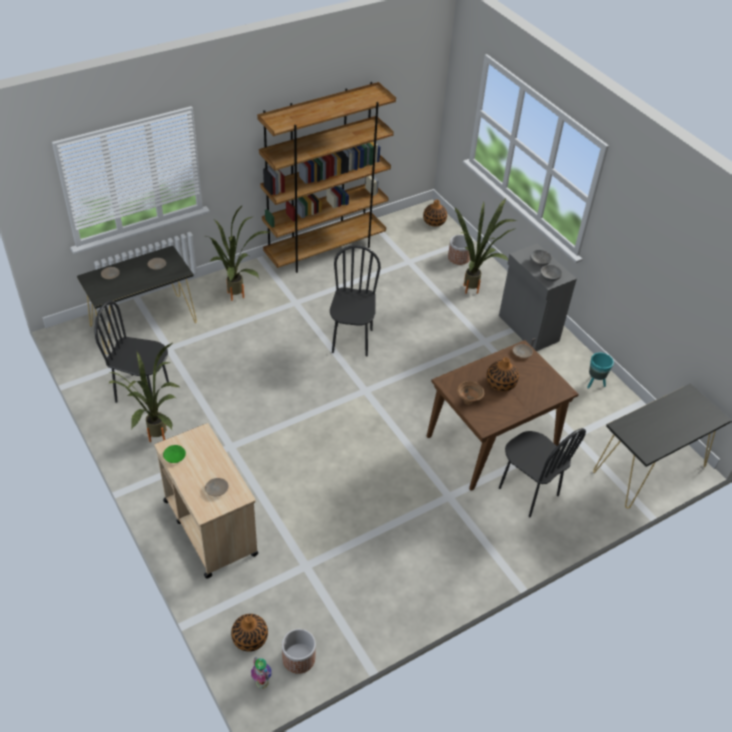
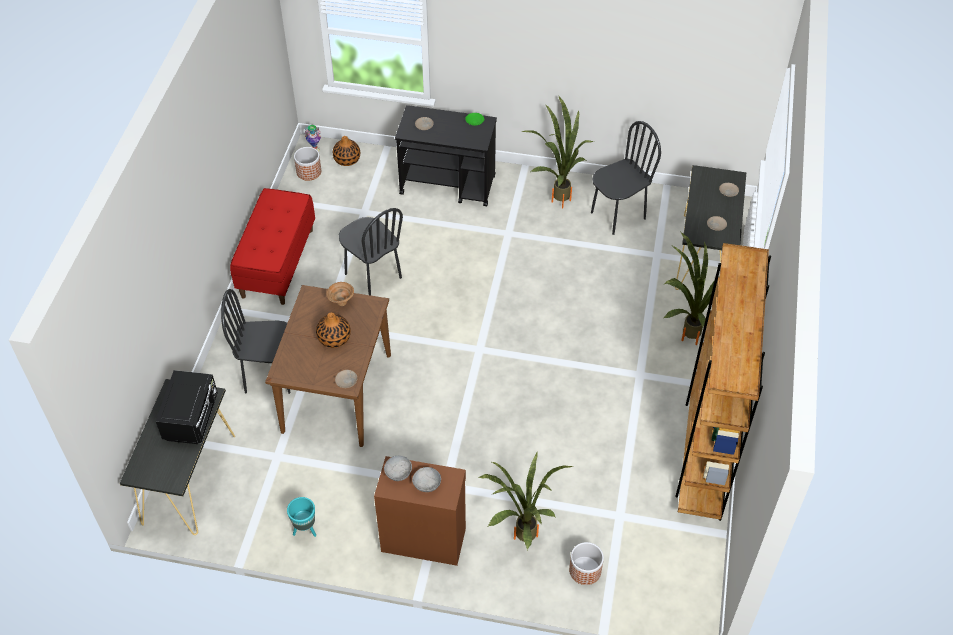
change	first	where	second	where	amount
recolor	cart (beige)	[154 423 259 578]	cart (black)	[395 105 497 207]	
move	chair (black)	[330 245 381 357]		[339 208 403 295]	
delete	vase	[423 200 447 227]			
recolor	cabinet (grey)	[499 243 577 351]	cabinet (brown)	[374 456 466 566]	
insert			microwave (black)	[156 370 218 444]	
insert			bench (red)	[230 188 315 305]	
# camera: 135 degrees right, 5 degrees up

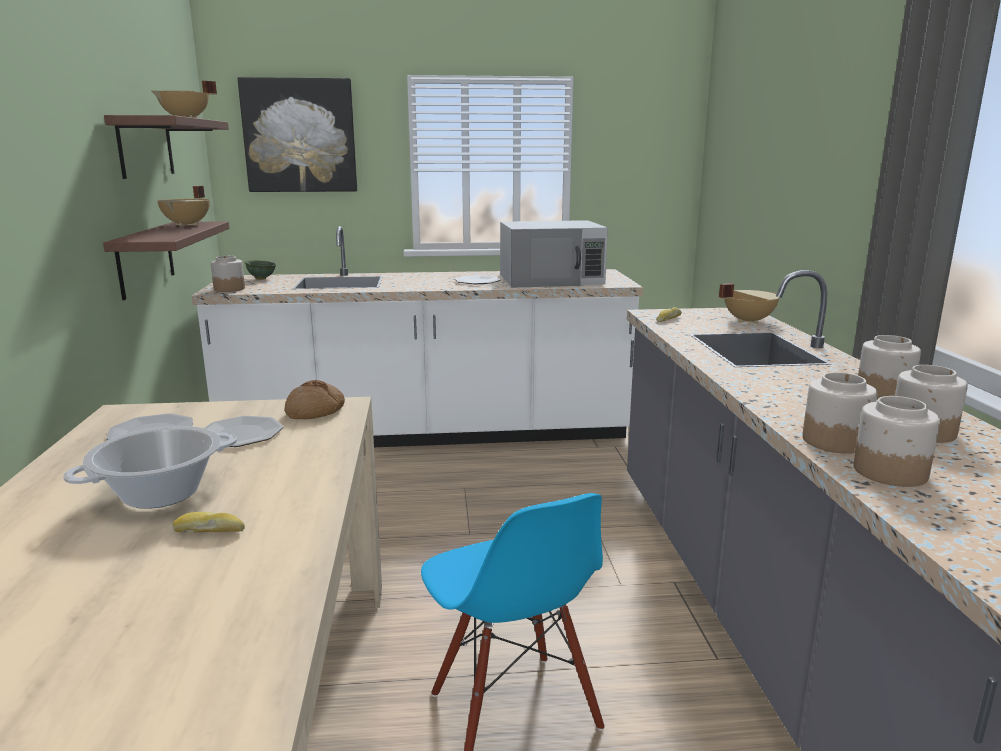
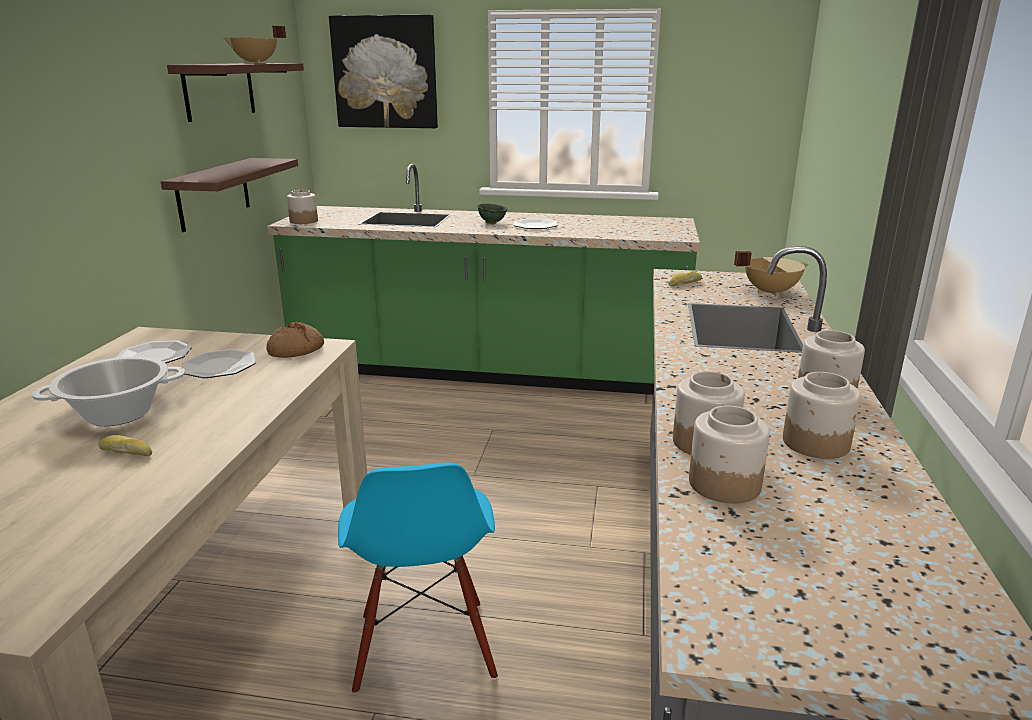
change	first	where	second	where	amount
delete	cooking pot (beige)	[157 186 210 226]			
recolor	counter (white)	[191 226 643 447]	counter (green)	[267 164 700 395]	
move	bowl (green)	[245 260 276 280]		[477 204 507 224]	
delete	microwave (white)	[500 220 608 288]			
# camera: 15 degrees right, 5 degrees up

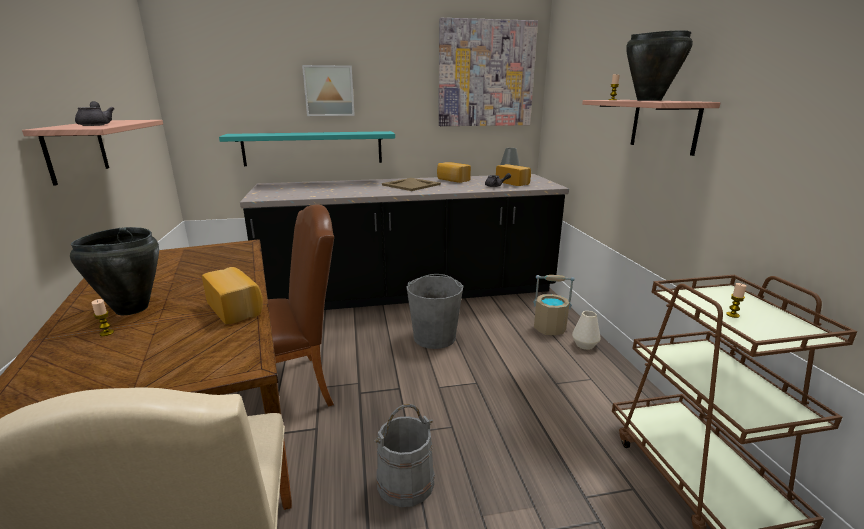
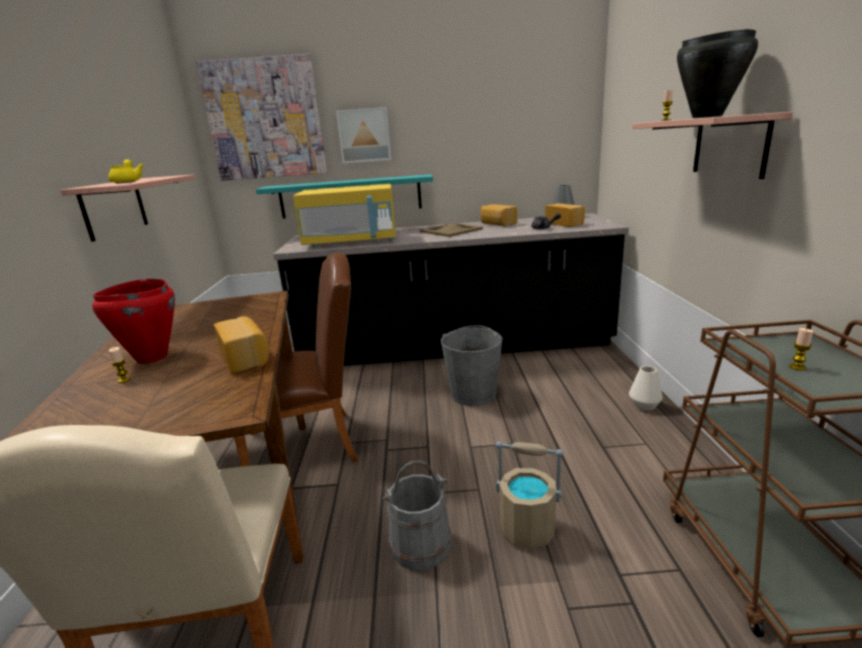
change	first	where	second	where	amount
recolor	cooking pot (black)	[70 227 159 315]	cooking pot (red)	[92 278 175 364]	
recolor	teapot (grey)	[75 101 115 126]	teapot (yellow)	[108 159 144 183]	
move	picture	[439 18 538 126]		[196 54 327 181]	
move	bucket (beige)	[533 275 575 335]		[495 441 563 548]	
insert			microwave (yellow)	[293 184 396 248]	
# camera: 10 degrees right, 0 degrees up

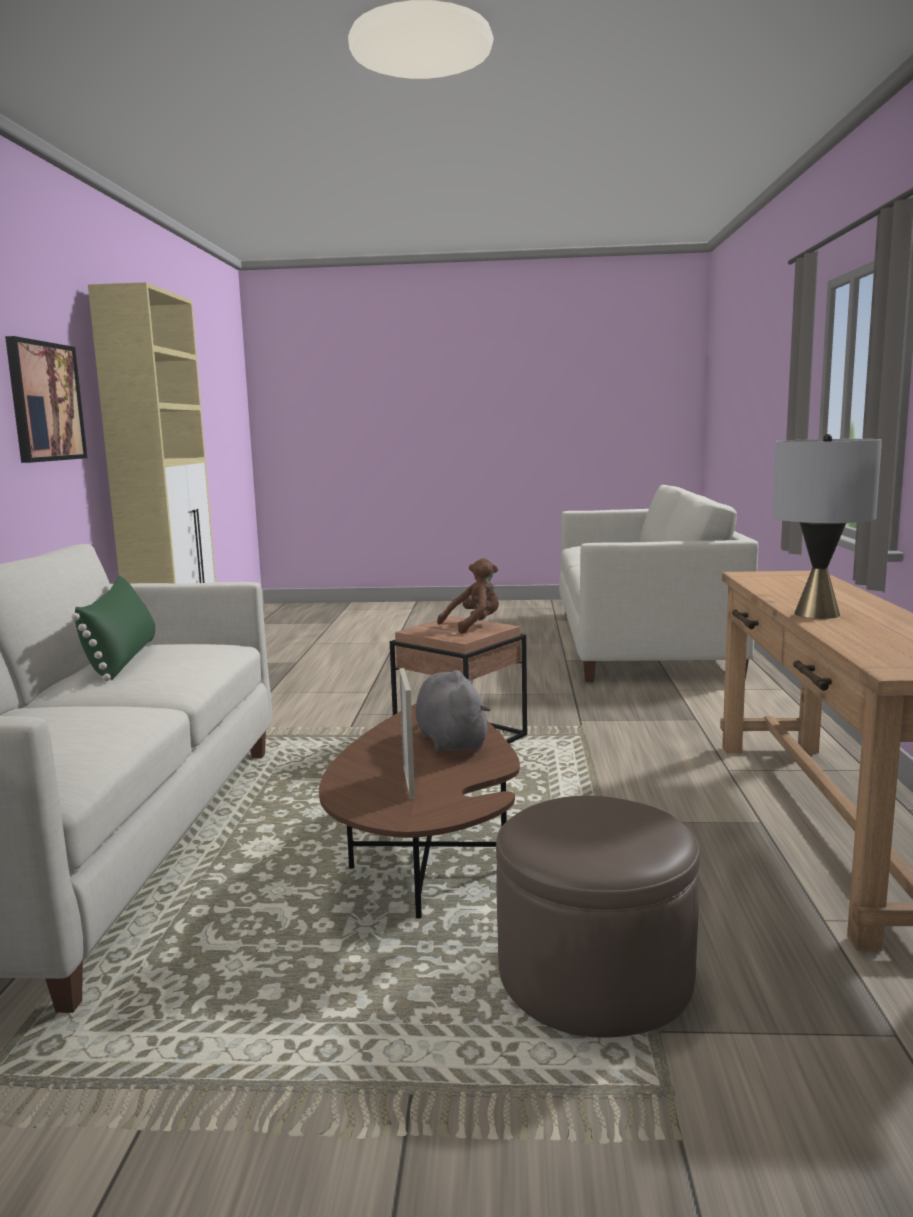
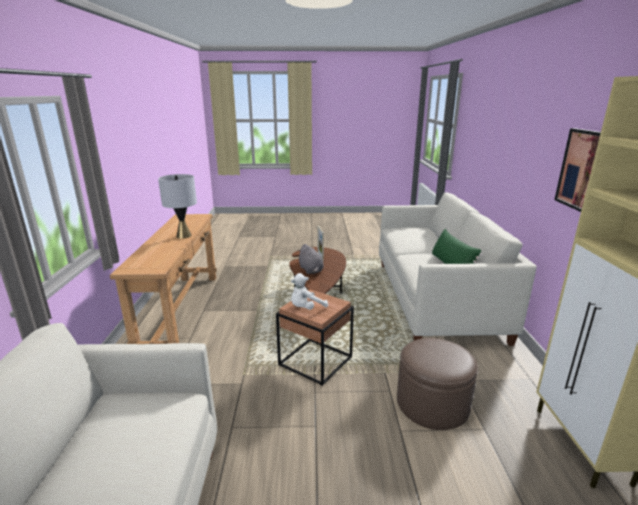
change	first	where	second	where	amount
recolor	plush toy (brown)	[437 558 499 634]	plush toy (white)	[291 273 328 310]	
move	ottoman (brown)	[496 795 700 1038]		[397 338 478 430]	
# camera: 175 degrees right, 10 degrees up

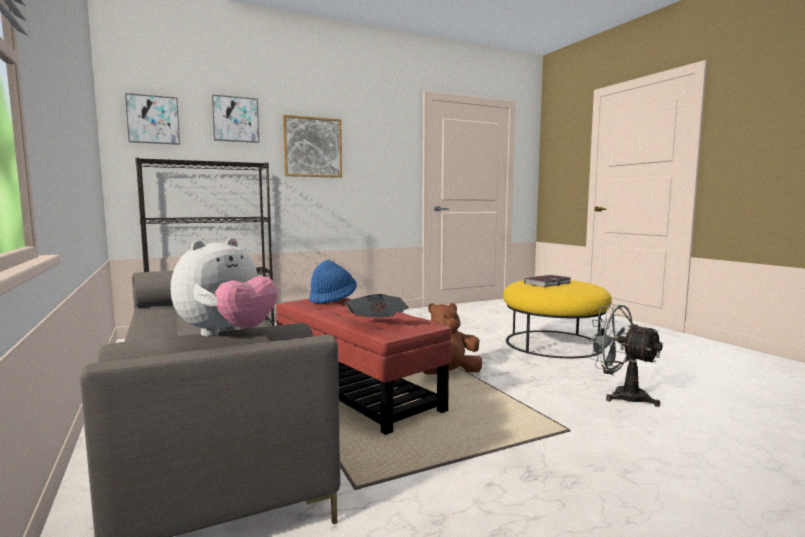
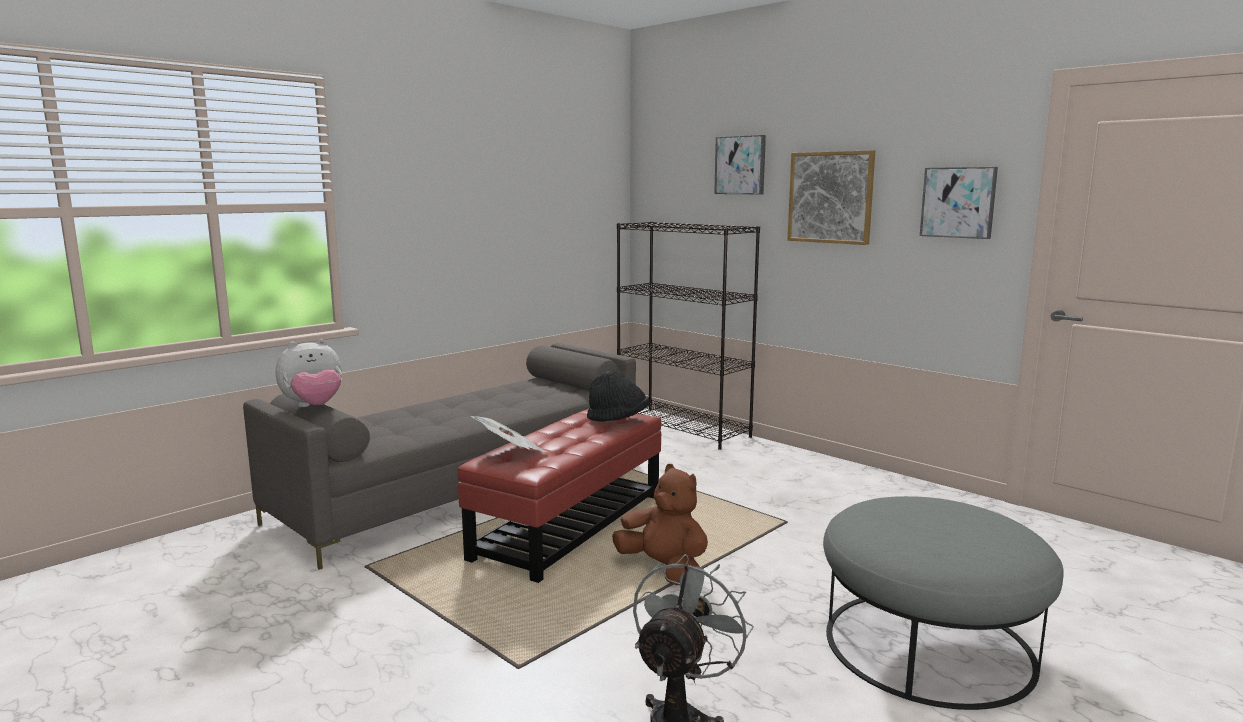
change	first	where	second	where	amount
move	picture	[125 93 180 145]		[920 167 998 239]	
rotate	plush toy	[171 238 278 336]		[275 339 342 407]	45 degrees counterclockwise
recolor	hat (blue)	[309 260 357 304]	hat (black)	[587 371 649 422]	
recolor	ottoman (yellow)	[503 280 612 358]	ottoman (grey)	[823 496 1064 710]	
delete	book	[524 275 571 287]			
# camera: 70 degrees right, 5 degrees up

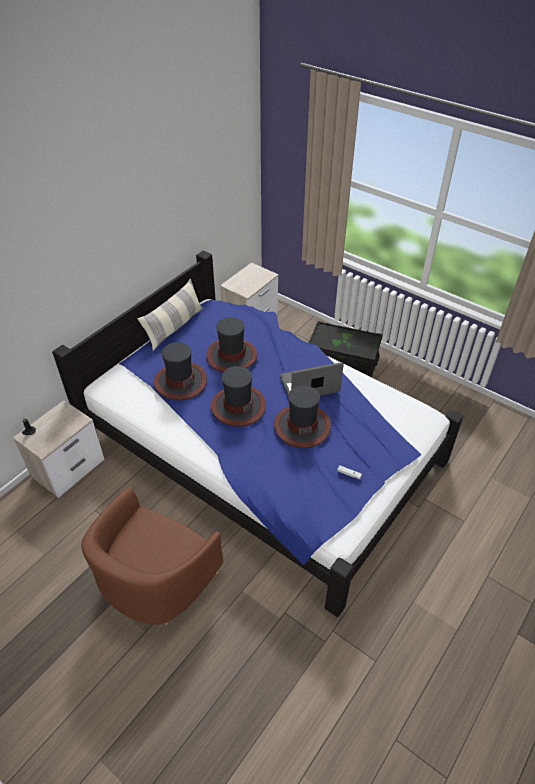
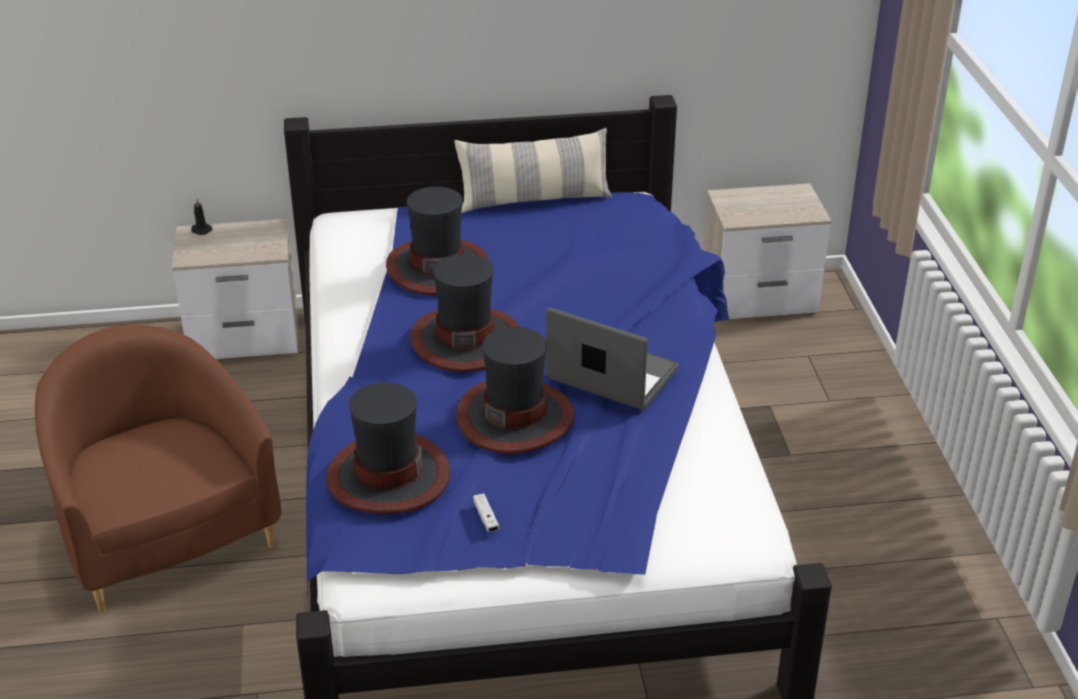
change	first	where	second	where	amount
rotate	armchair (brown)	[81 487 223 625]		[35 325 282 612]	75 degrees clockwise
move	hat	[206 317 258 372]		[326 382 450 514]	
delete	storage box (black)	[308 321 383 377]			
# camera: 45 degrees right, 10 degrees down

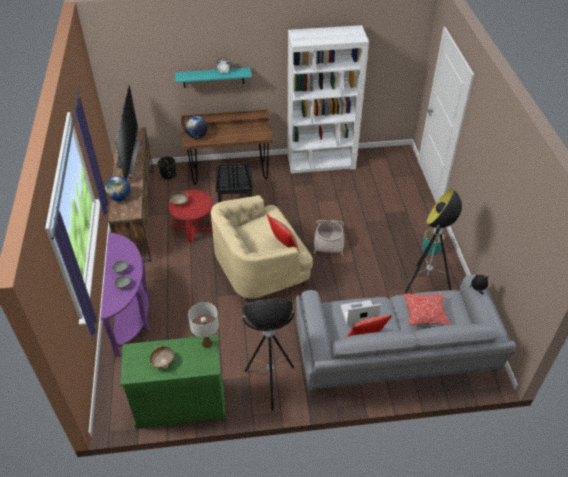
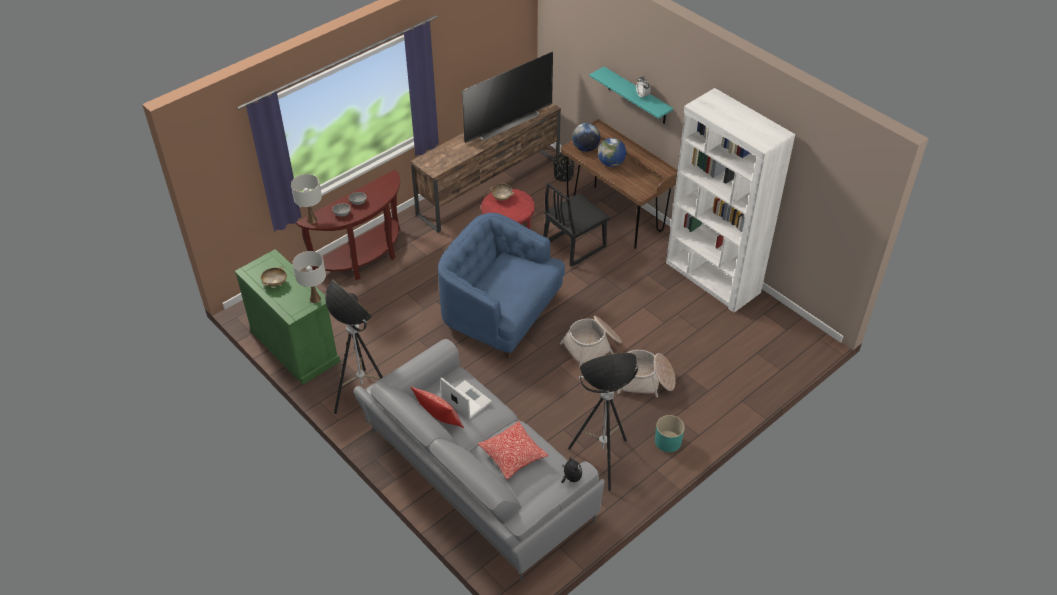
change	first	where	second	where	amount
recolor	console table (purple)	[100 233 151 357]	console table (brown)	[296 169 400 280]	
move	globe	[105 176 131 201]		[598 138 627 167]	
recolor	armchair (beige)	[211 195 313 302]	armchair (blue)	[438 213 565 359]	
delete	pillow	[267 214 300 254]			
insert			table lamp (white)	[291 174 322 224]	
insert			basket	[617 350 675 397]	
# camera: 55 degrees right, 0 degrees up

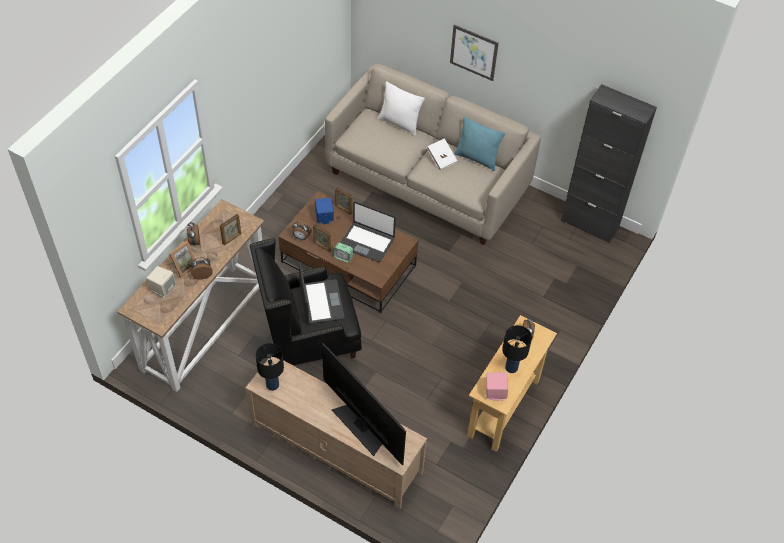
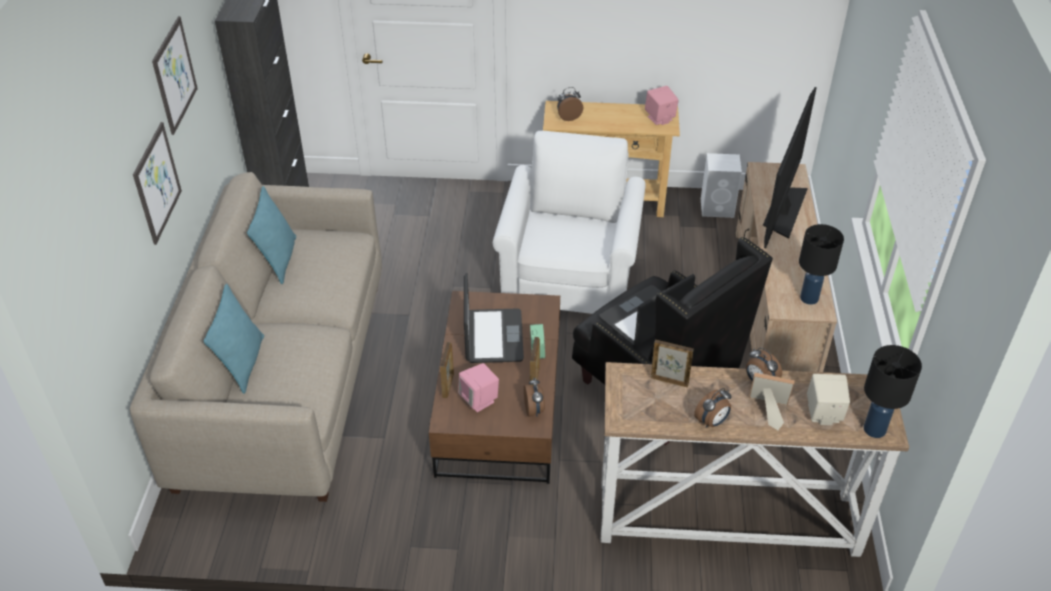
change	first	where	second	where	amount
recolor	speaker (blue)	[315 198 334 224]	speaker (pink)	[458 363 499 412]	
recolor	pillow (white)	[378 81 425 136]	pillow (turquoise)	[204 284 264 394]	
delete	book (white)	[427 138 458 170]			
move	table lamp (black)	[502 325 532 373]		[864 345 922 438]	
insert			picture	[152 16 198 135]	
insert			armchair (white)	[493 131 646 314]	
insert			speaker (white)	[701 153 742 218]	
# camera: 115 degrees left, 10 degrees down

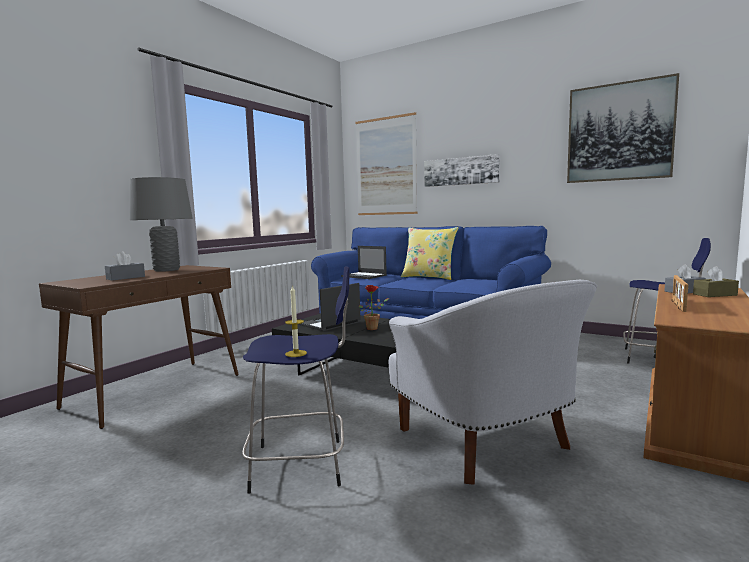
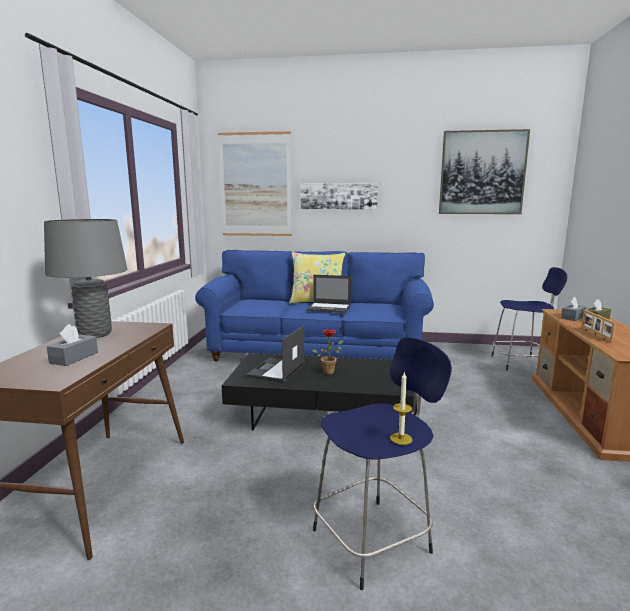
change	first	where	second	where	amount
move	laptop	[341 246 387 279]		[307 275 351 313]	
delete	armchair (white)	[388 280 597 485]			
# camera: 25 degrees left, 5 degrees up

